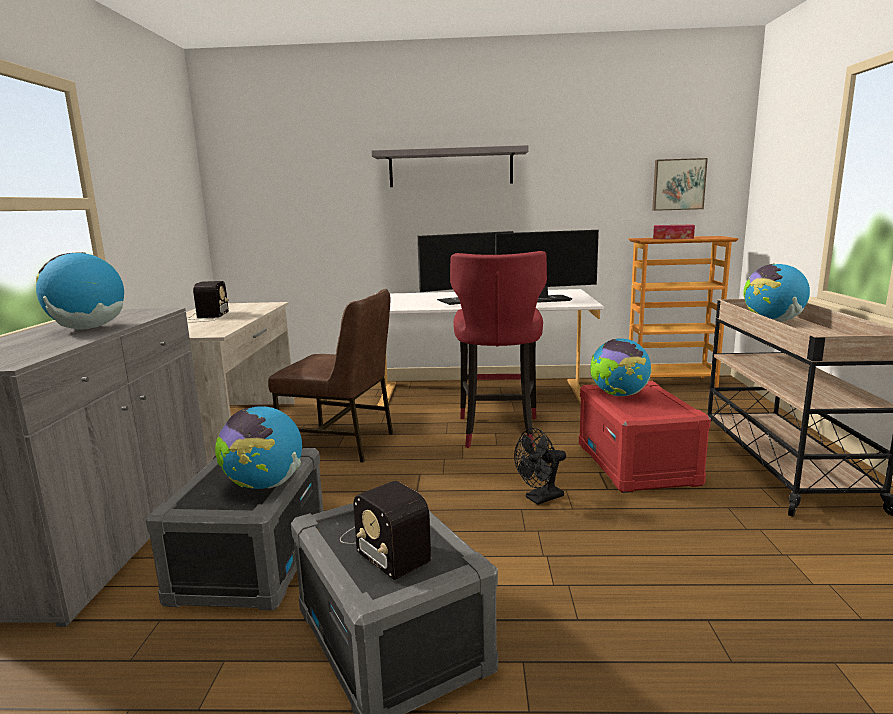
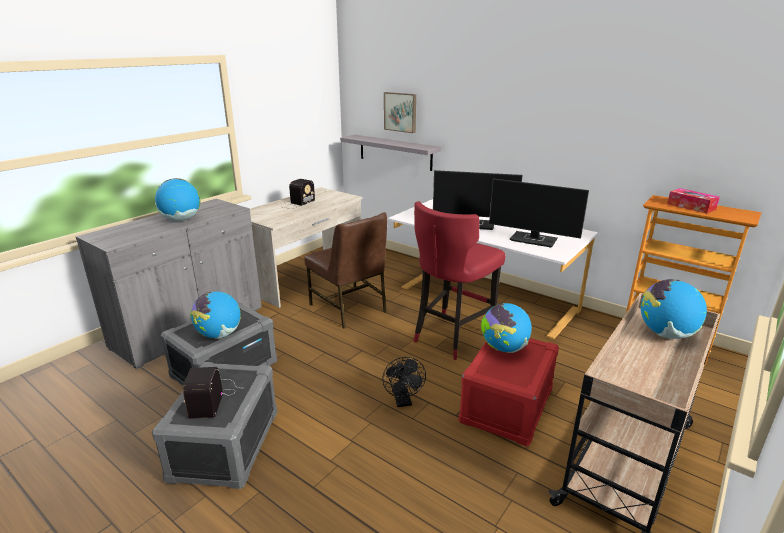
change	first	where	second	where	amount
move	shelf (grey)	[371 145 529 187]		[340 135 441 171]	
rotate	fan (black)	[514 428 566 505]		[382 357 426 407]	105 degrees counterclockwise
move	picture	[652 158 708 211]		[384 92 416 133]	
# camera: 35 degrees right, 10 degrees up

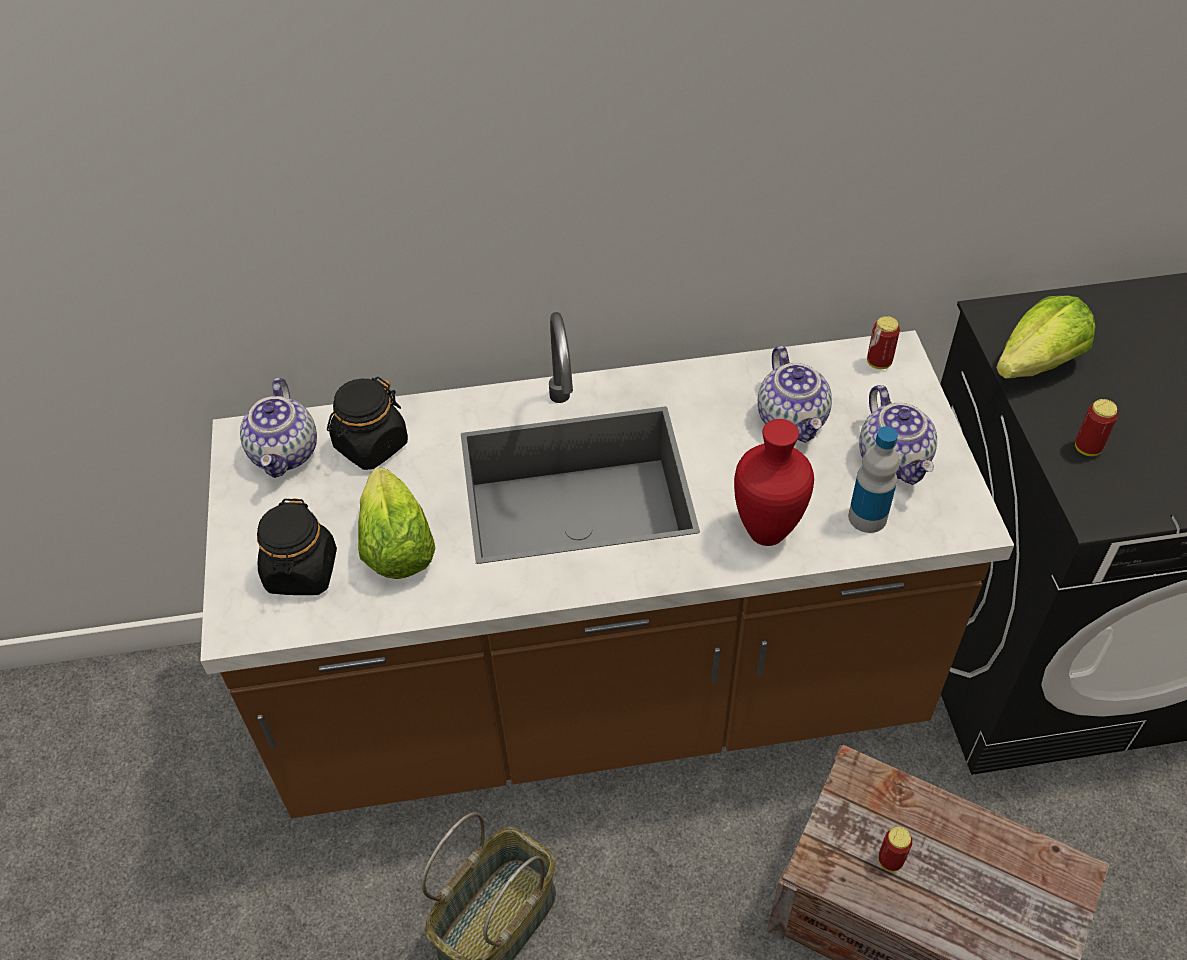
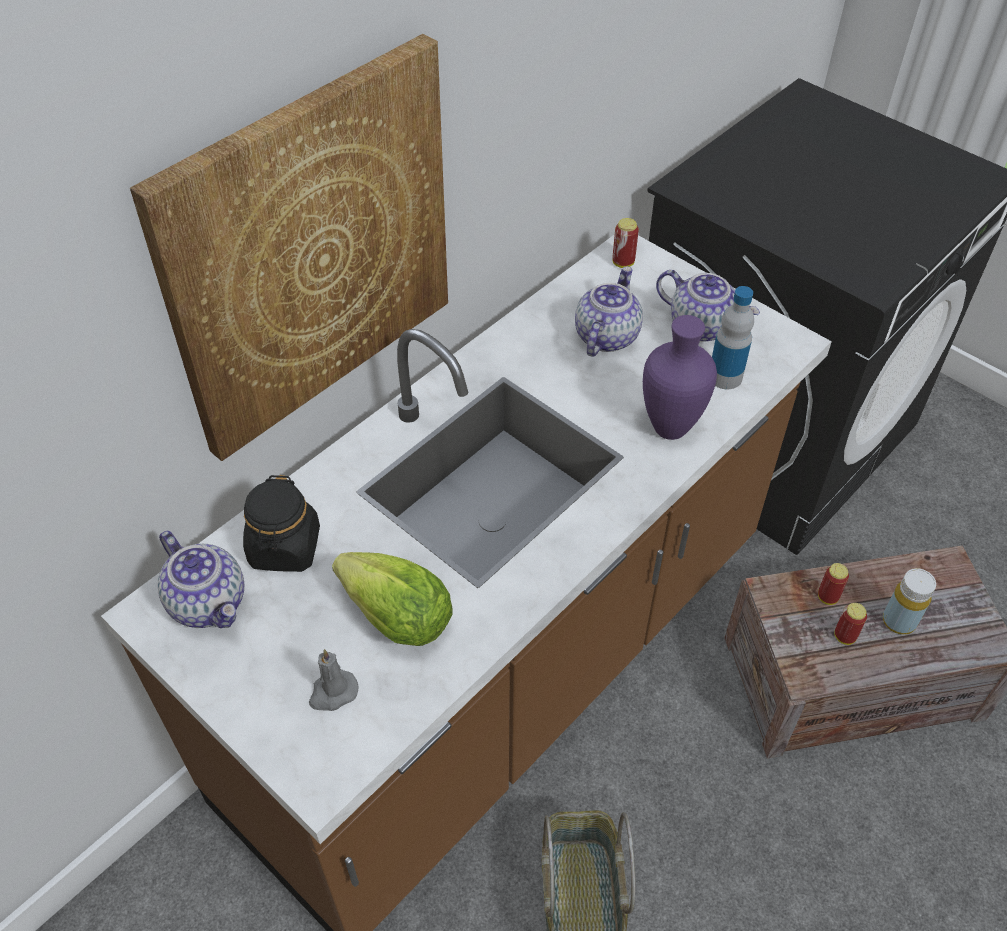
change	first	where	second	where	amount
replace	jar (black)	[257 498 337 595]	candle (grey)	[309 649 359 711]	
recolor	vase (red)	[734 419 814 546]	vase (purple)	[643 315 717 440]	
rotate	teapot	[758 346 832 443]		[575 266 643 357]	105 degrees counterclockwise
delete	lettuce	[996 295 1095 379]			
move	can	[1075 399 1118 456]		[818 563 849 605]	
insert			picture	[130 34 448 461]	
insert			bottle (yellow)	[883 568 936 635]	
# camera: 40 degrees left, 0 degrees up

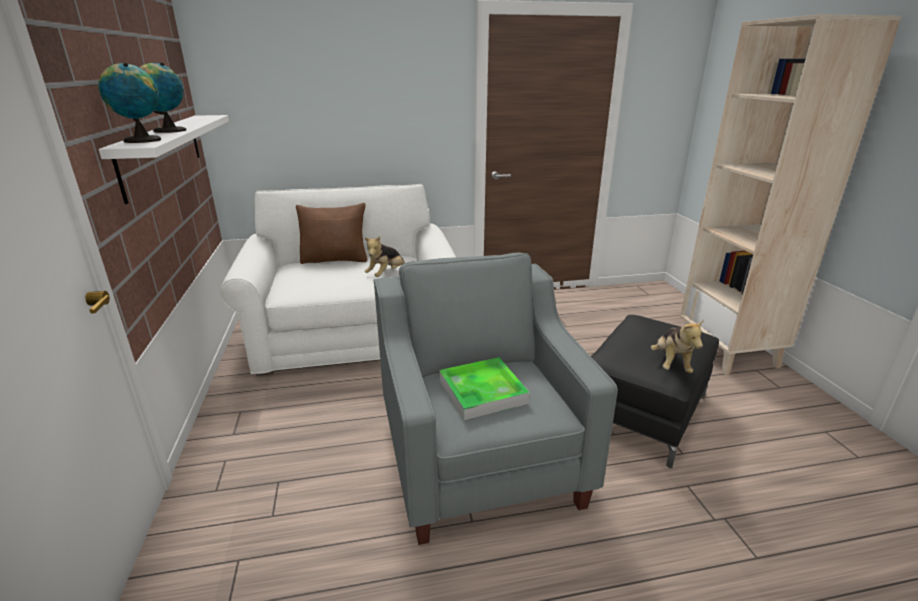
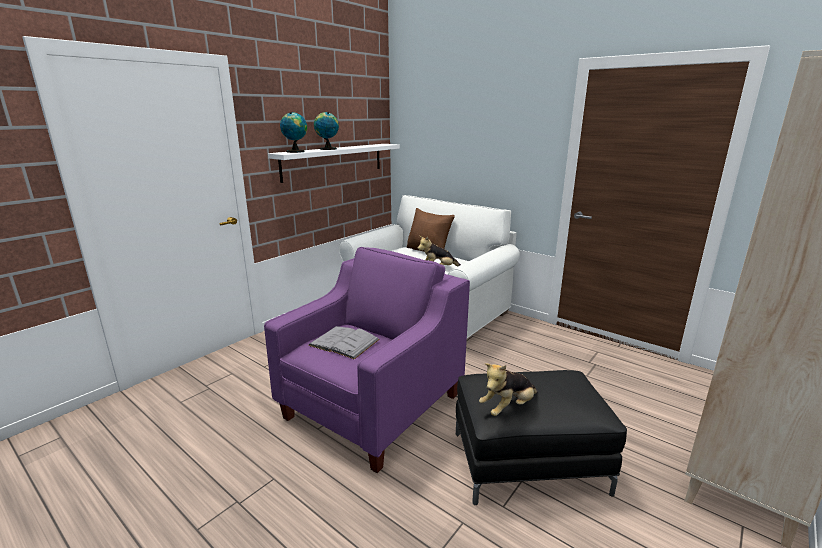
change	first	where	second	where	amount
recolor	armchair (grey)	[374 253 618 545]	armchair (purple)	[264 247 470 473]	
replace	tray	[439 357 530 420]	book (grey)	[308 326 380 360]	
# camera: 50 degrees right, 5 degrees down

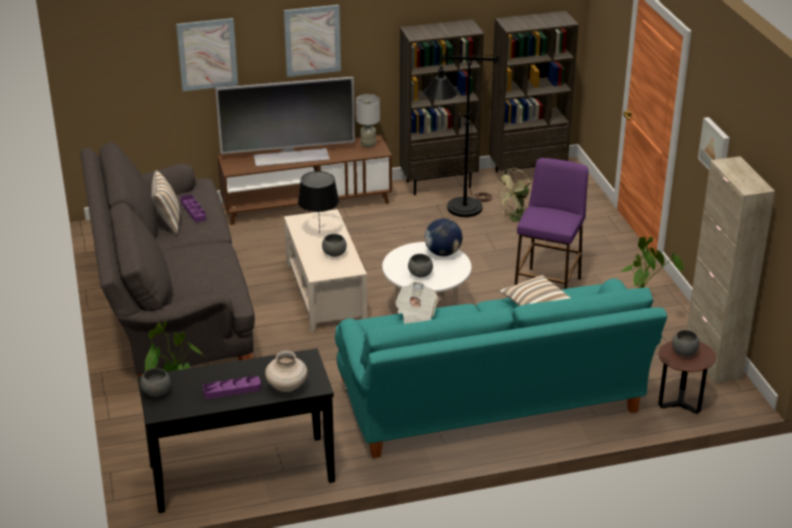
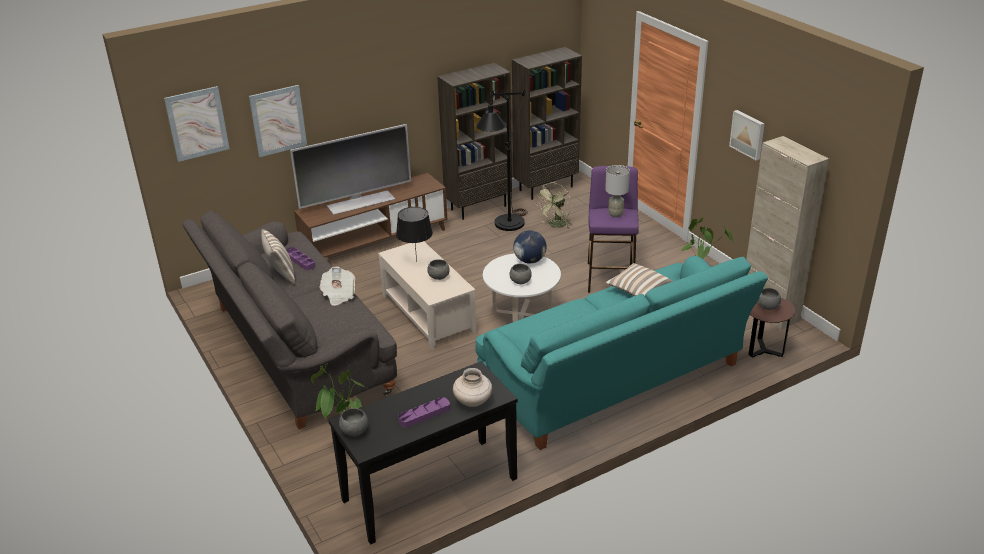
change	first	where	second	where	amount
move	picture	[284 5 341 77]		[164 86 230 162]	
move	table lamp (grey)	[356 94 380 148]		[605 165 630 217]	
move	newspaper	[395 281 438 324]		[319 267 355 306]	
# camera: 15 degrees left, 0 degrees up

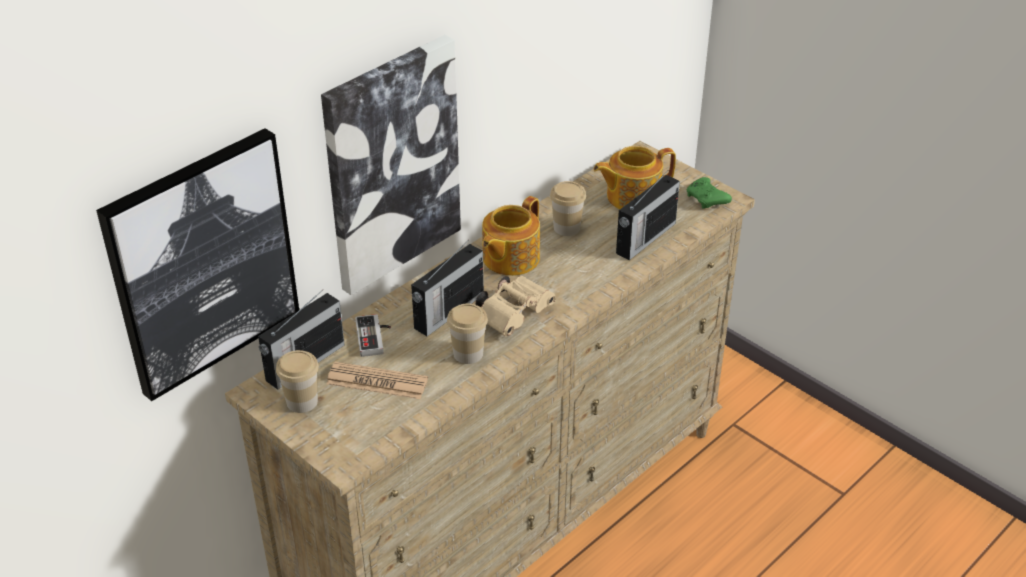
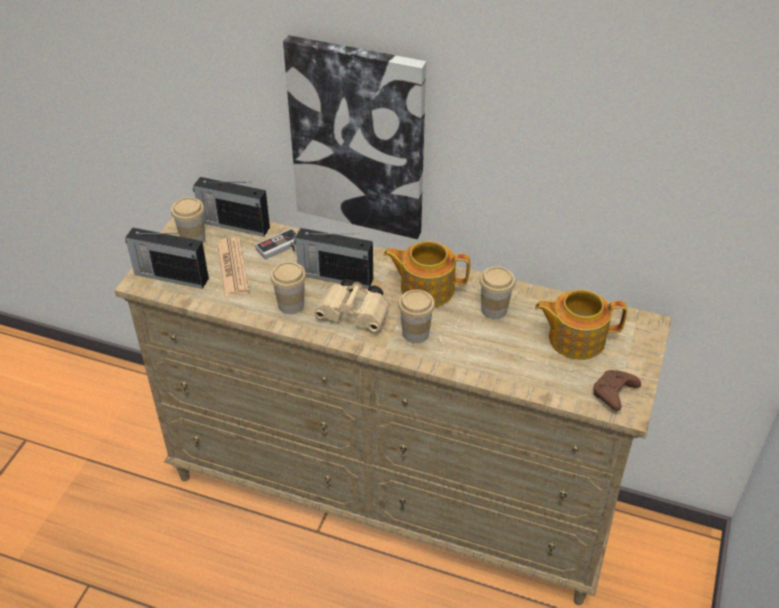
change	first	where	second	where	amount
delete	picture	[96 128 299 401]			
rotate	teapot	[593 146 676 209]		[535 289 627 360]	45 degrees counterclockwise
move	radio	[616 173 680 260]		[125 227 209 289]	
recolor	game controller (green)	[687 177 732 209]	game controller (brown)	[593 370 641 411]	
insert			cup	[398 290 435 343]	
# camera: 65 degrees right, 5 degrees up

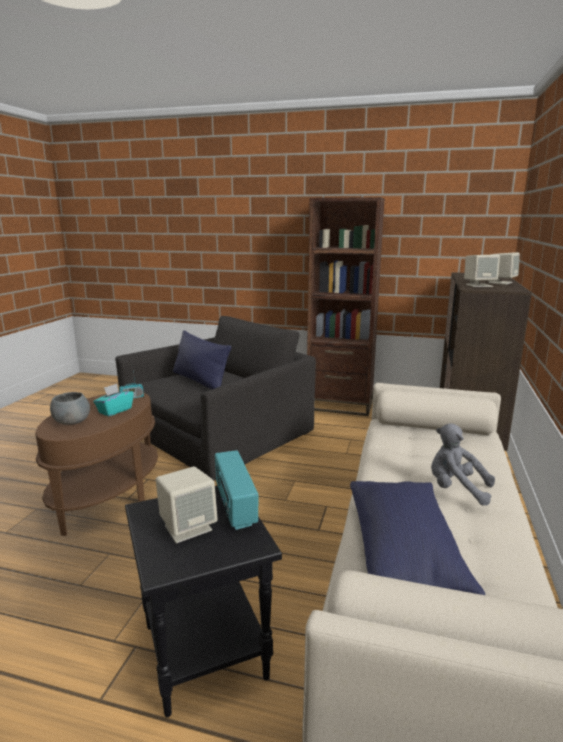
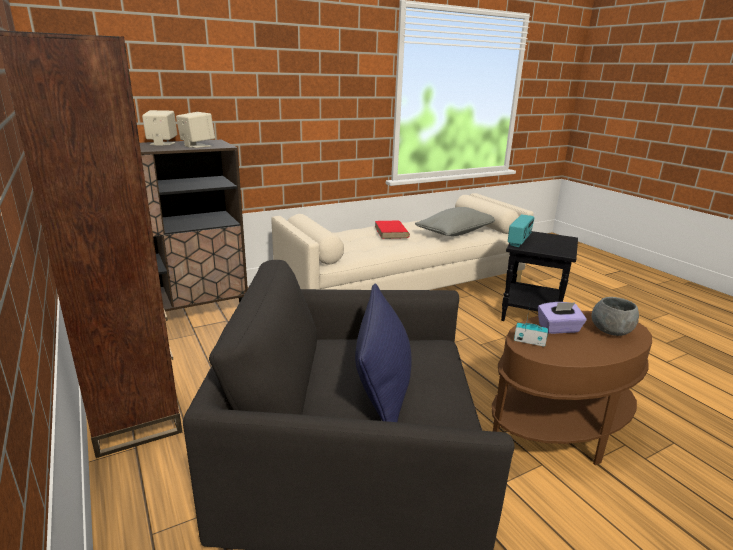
change	first	where	second	where	amount
recolor	tissue box (turquoise)	[94 384 134 416]	tissue box (purple)	[538 302 587 334]	
delete	speaker (beige)	[156 467 218 543]			
recolor	pillow (blue)	[350 481 485 595]	pillow (grey)	[415 207 495 236]	
replace	plush toy (grey)	[431 423 495 506]	book (red)	[375 221 410 239]	
# camera: 135 degrees left, 5 degrees up

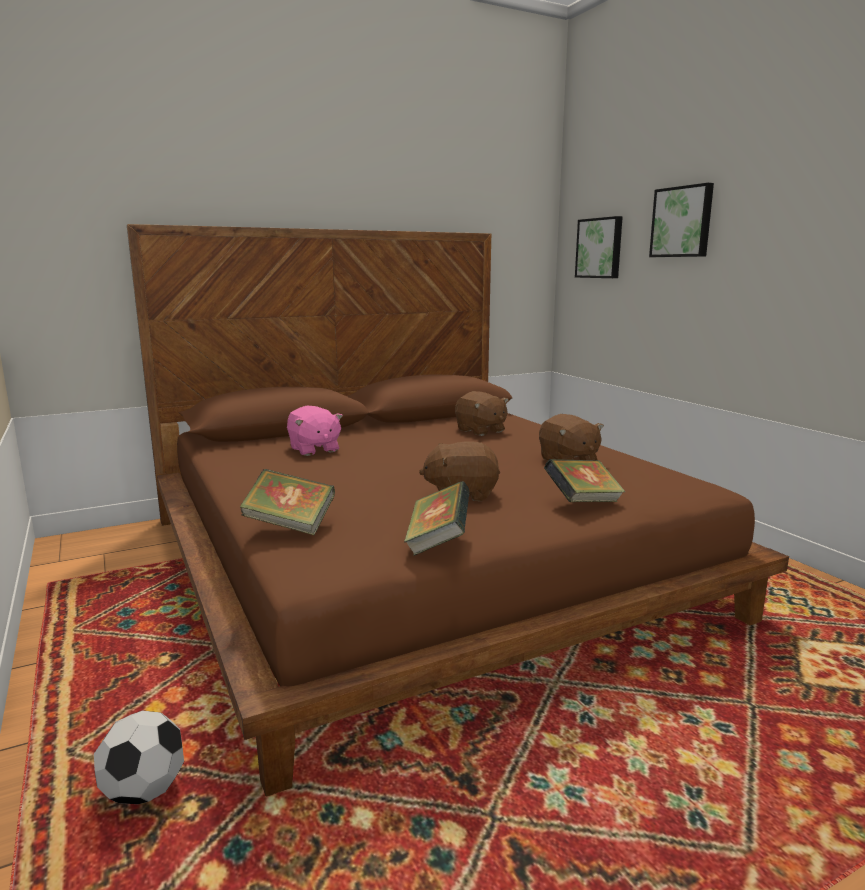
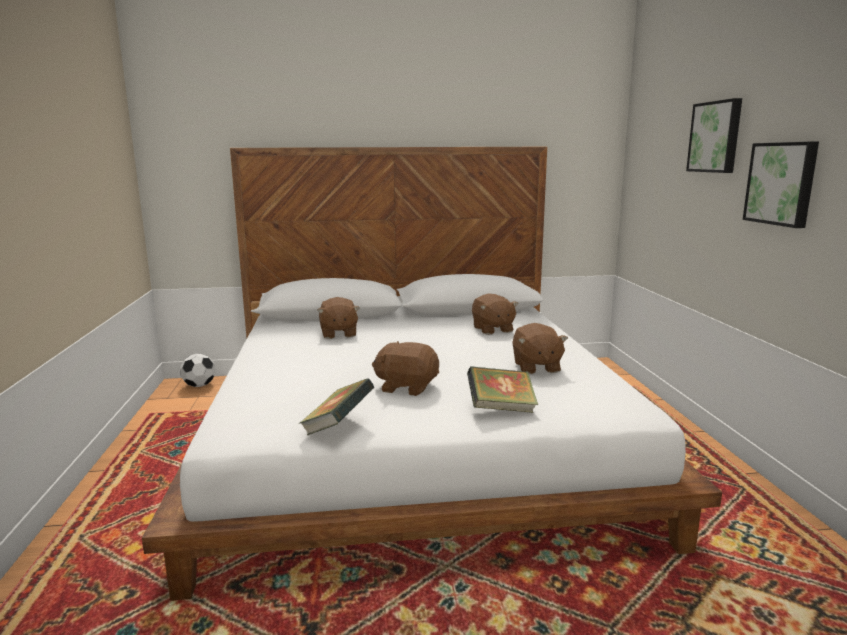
change	first	where	second	where	amount
move	football	[94 710 184 804]		[180 354 216 387]	
recolor	bed (brown)	[127 224 789 797]	bed (white)	[142 147 722 601]	
delete	book	[240 469 335 535]			
recolor	plush toy (pink)	[287 406 343 456]	plush toy (brown)	[317 297 360 339]	
move	picture	[575 216 623 278]		[743 142 819 228]	
# camera: 20 degrees right, 0 degrees up

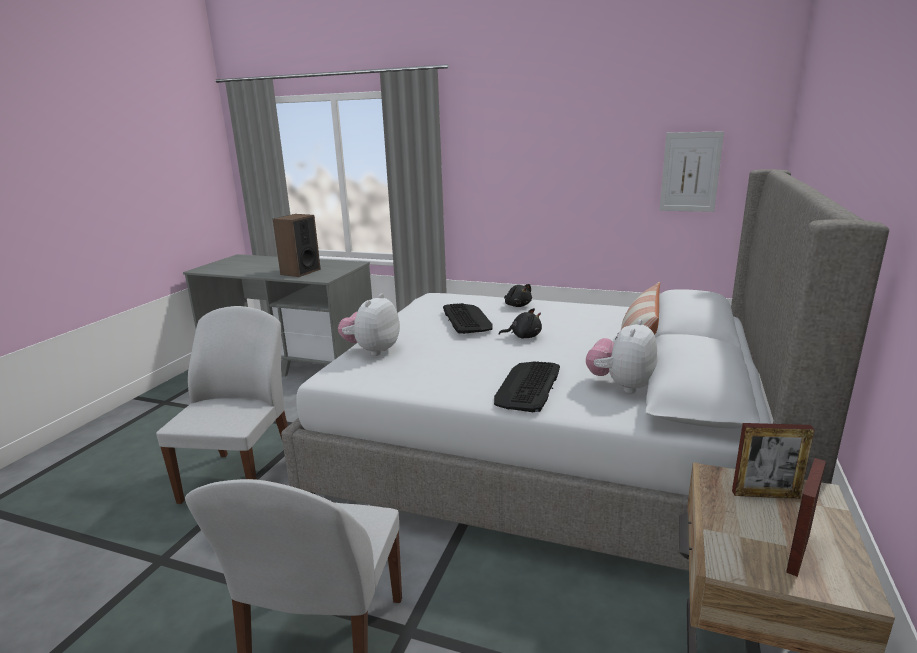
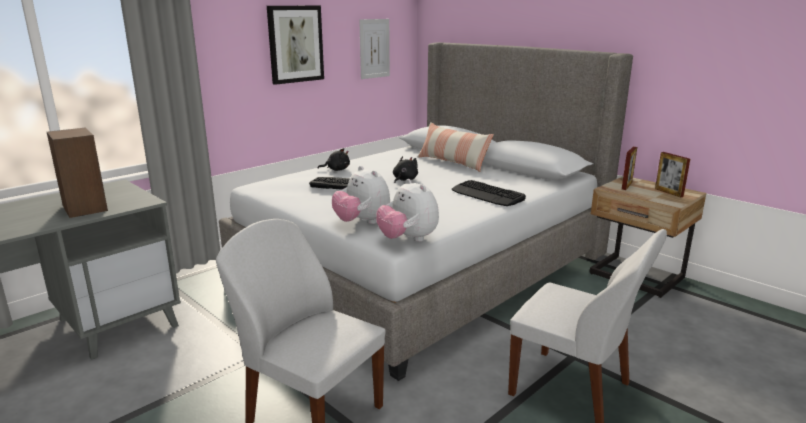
change	first	where	second	where	amount
move	plush toy	[586 319 658 394]		[376 179 439 242]	
insert			picture	[267 6 324 85]	
# camera: 65 degrees left, 0 degrees up

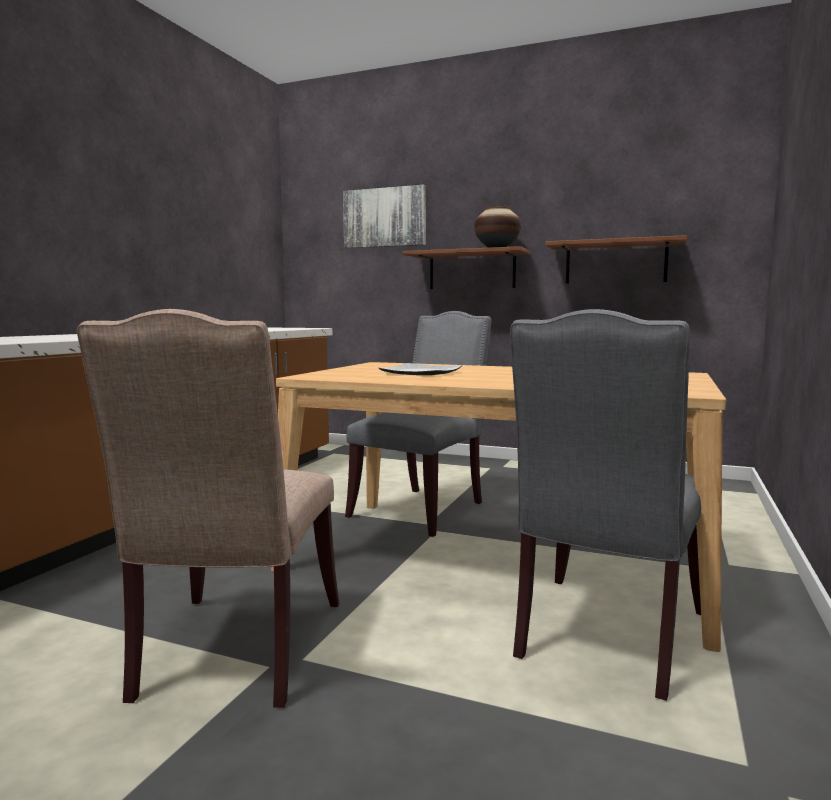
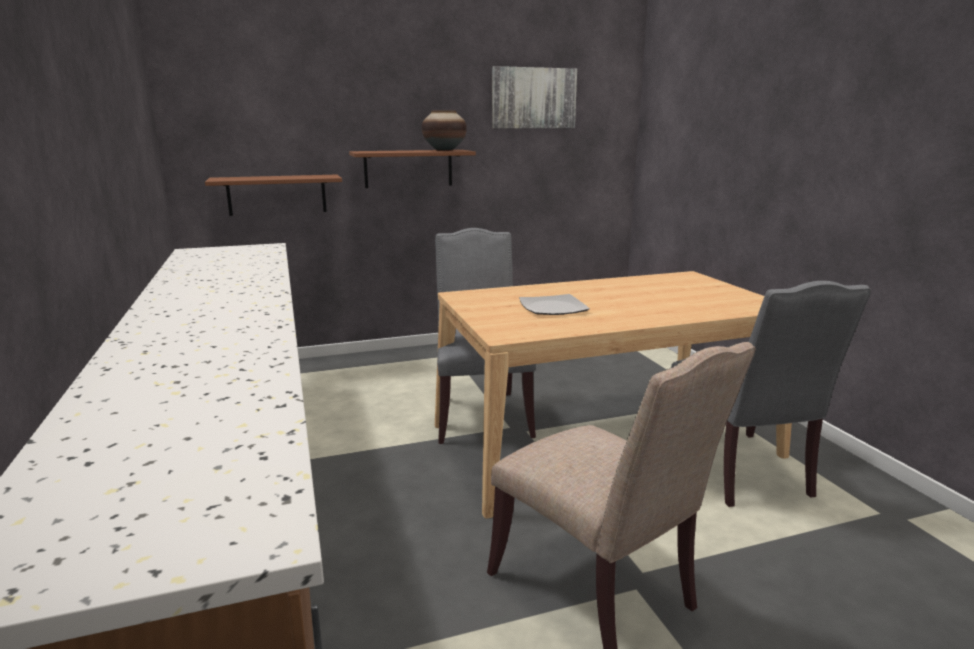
change	first	where	second	where	amount
move	picture	[343 185 426 248]		[492 66 577 128]	
move	shelf (brown)	[545 235 687 284]		[205 175 342 216]	
# camera: 40 degrees left, 10 degrees up

